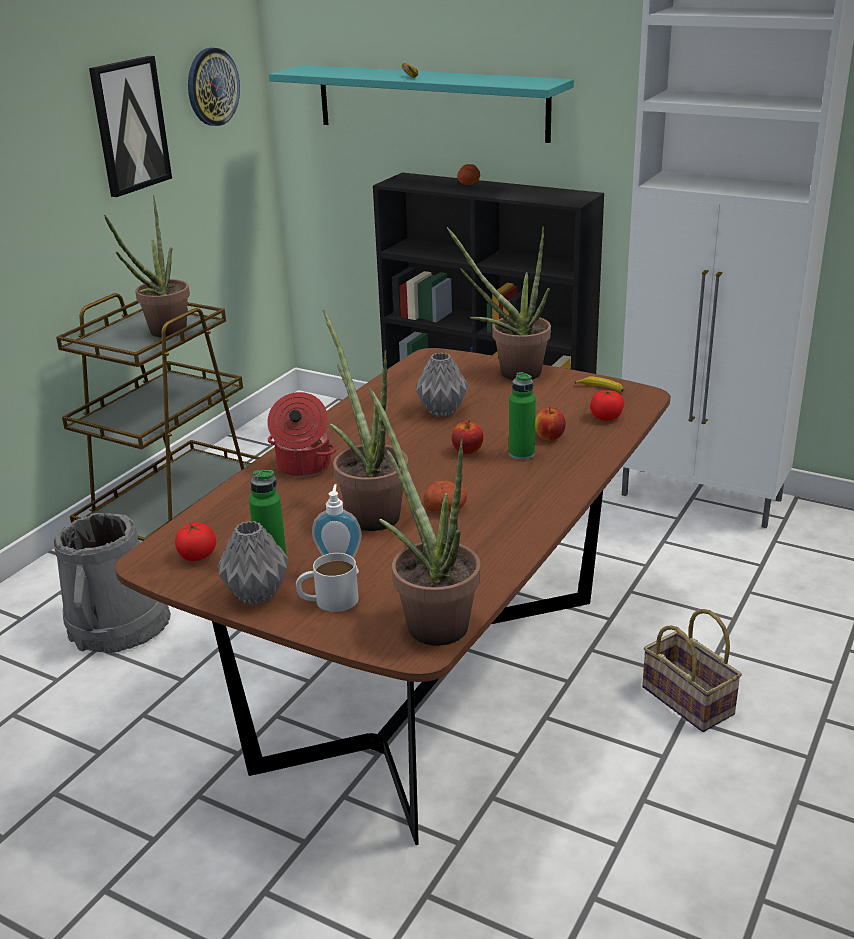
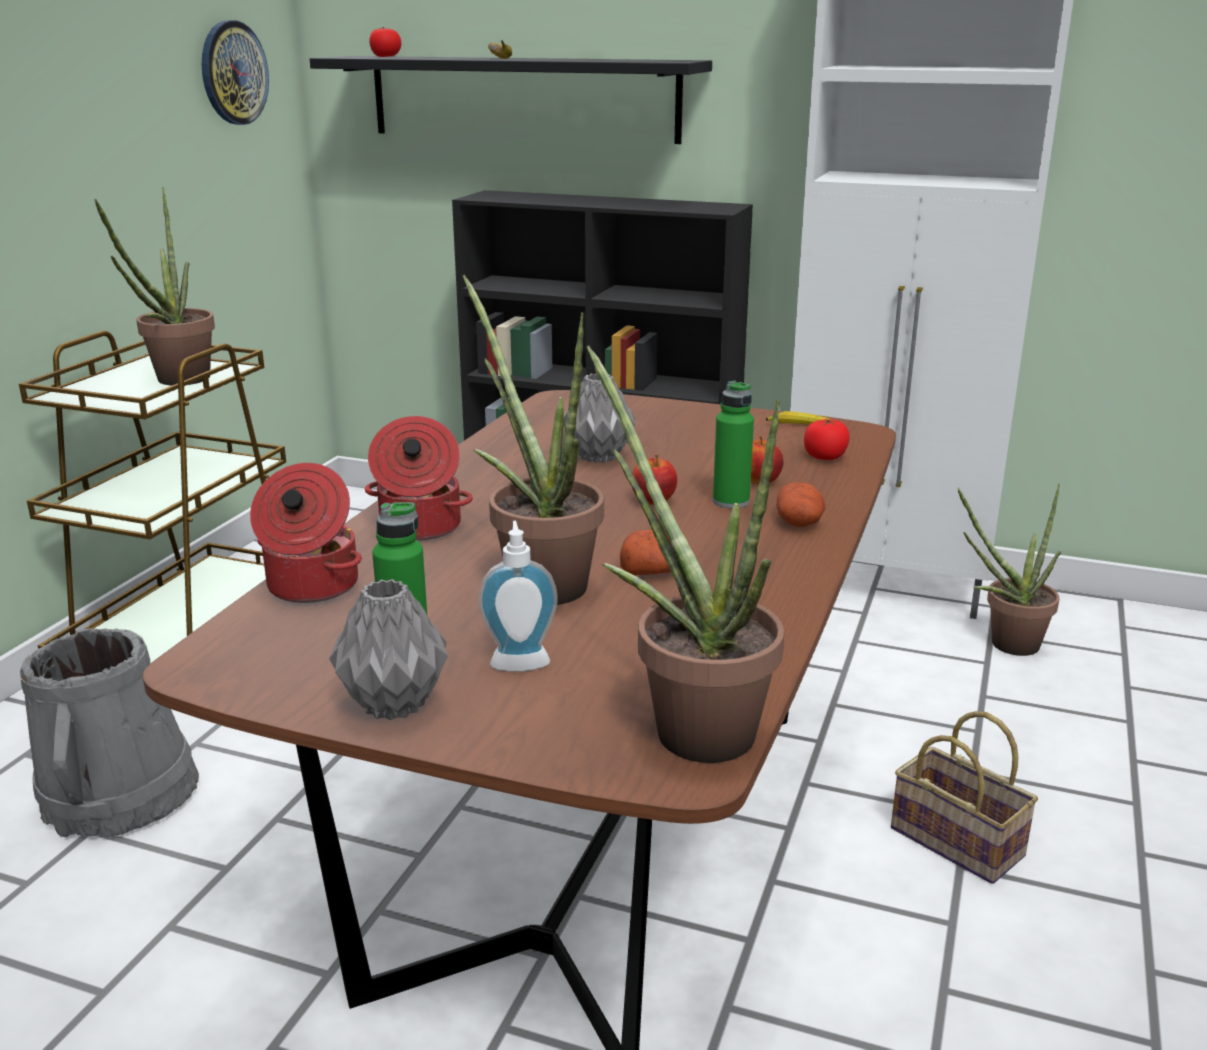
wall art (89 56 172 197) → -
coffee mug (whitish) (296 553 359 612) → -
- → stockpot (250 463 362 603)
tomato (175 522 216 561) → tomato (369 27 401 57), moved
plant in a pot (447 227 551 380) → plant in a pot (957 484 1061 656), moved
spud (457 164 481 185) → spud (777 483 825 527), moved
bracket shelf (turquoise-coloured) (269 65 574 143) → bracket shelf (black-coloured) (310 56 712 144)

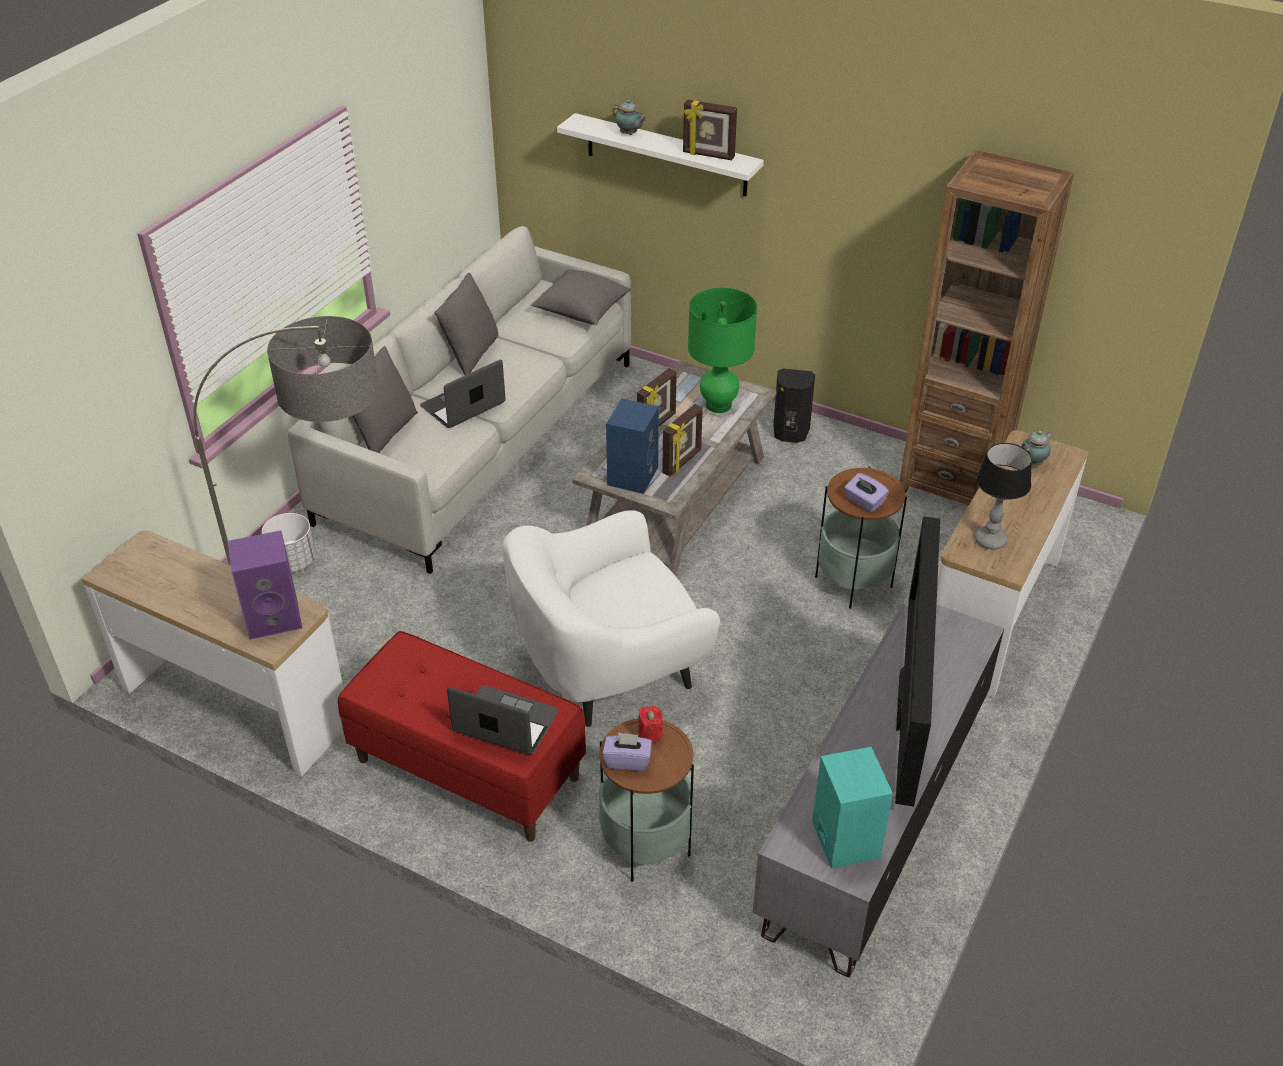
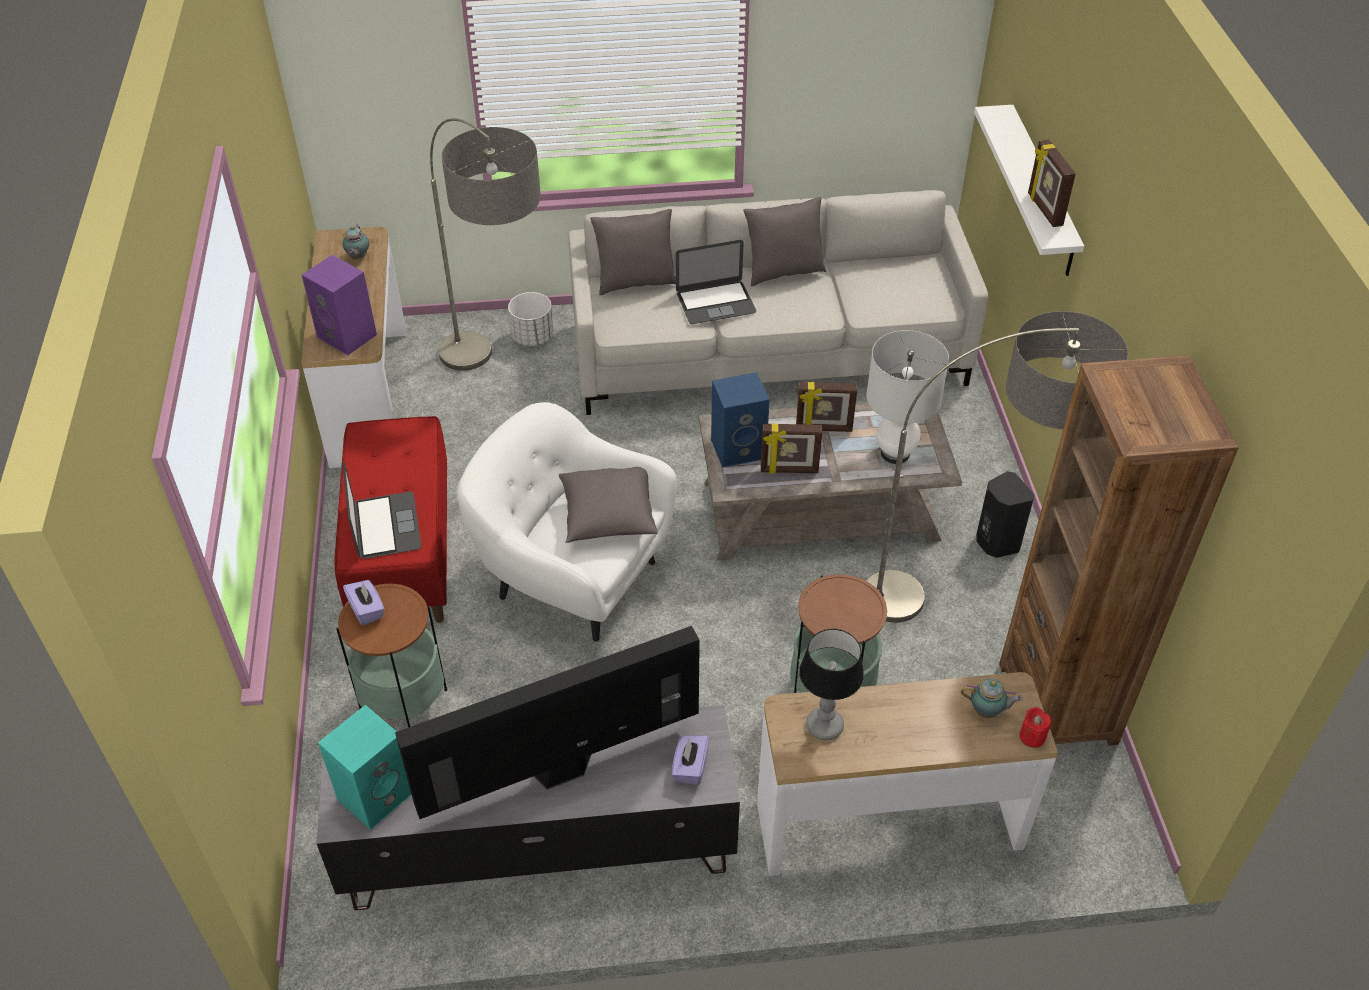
- → standing lamp (866 311 1128 623)
pillow (gray) (531 269 631 325) → pillow (gray) (559 467 658 543), moved
tea pot (612 100 647 135) → tea pot (342 224 369 259), moved
candle (reddish) (638 706 663 743) → candle (reddish) (1020 707 1052 748), moved
tissue box (purple) (844 473 889 512) → tissue box (purple) (672 735 709 785), moved
table lamp (green-coloured) (688 287 757 413) → table lamp (whitish) (866 330 949 464)
laptop (420 360 506 428) → laptop (676 240 756 324), 150 degrees clockwise

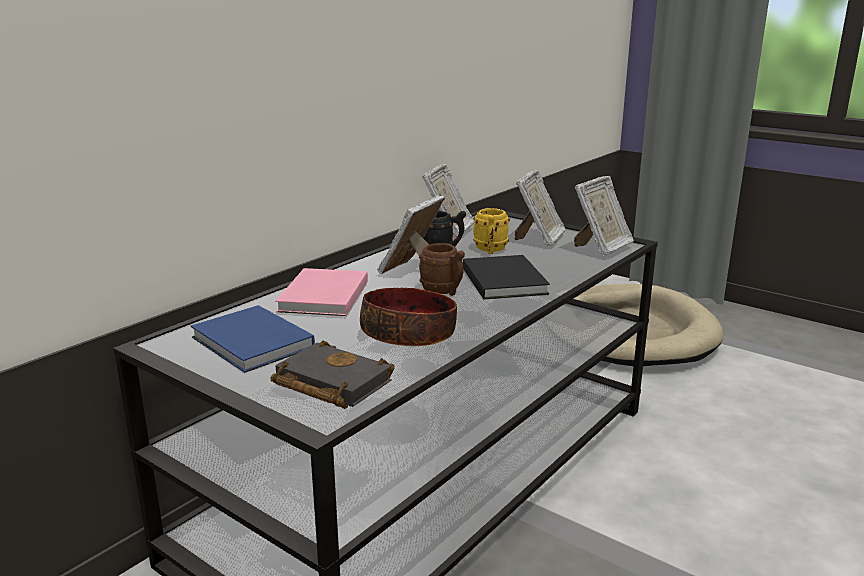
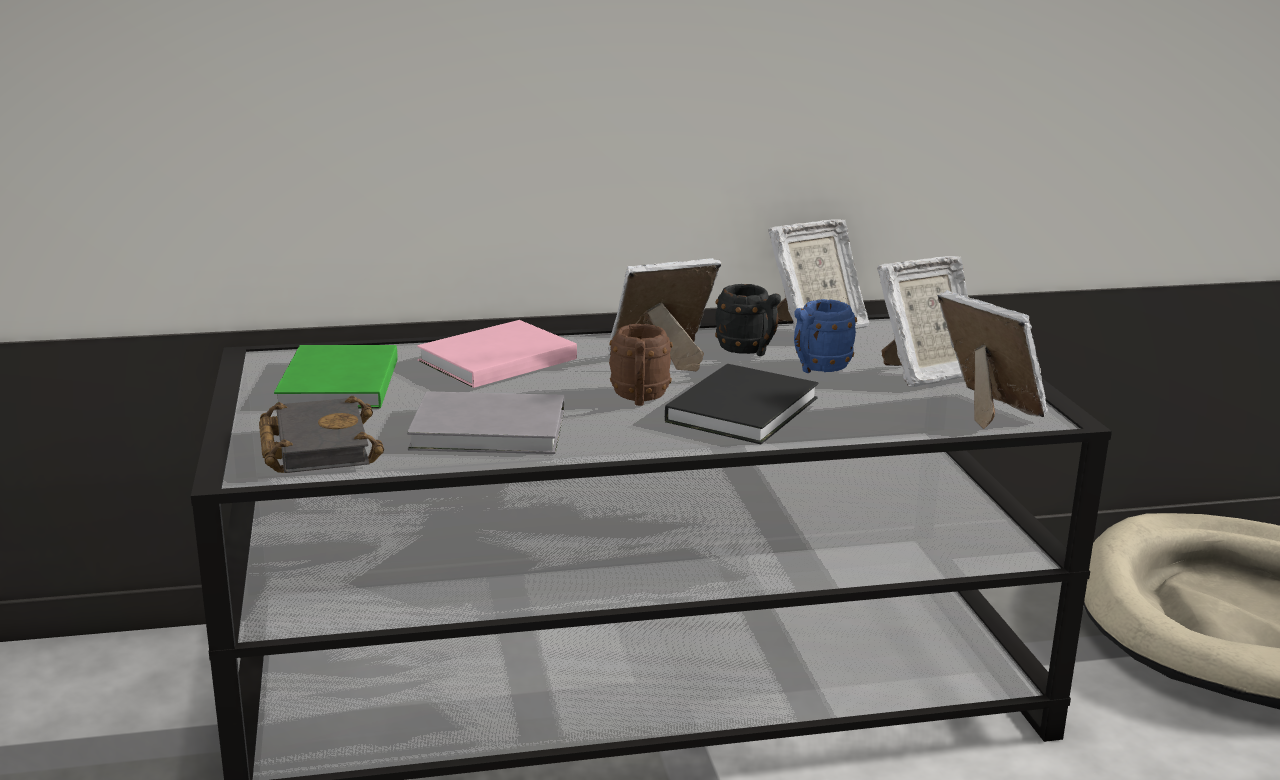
serving bowl (360 288 457 346) → bound book (gray) (407 391 564 454)
bound book (bluish) (191 305 315 373) → bound book (green-coloured) (274 345 397 409)
coffee mug (yellow) (473 208 510 254) → coffee mug (bluish) (794 299 857 373)
picture frame (574 176 634 256) → picture frame (937 290 1048 429), 120 degrees counterclockwise

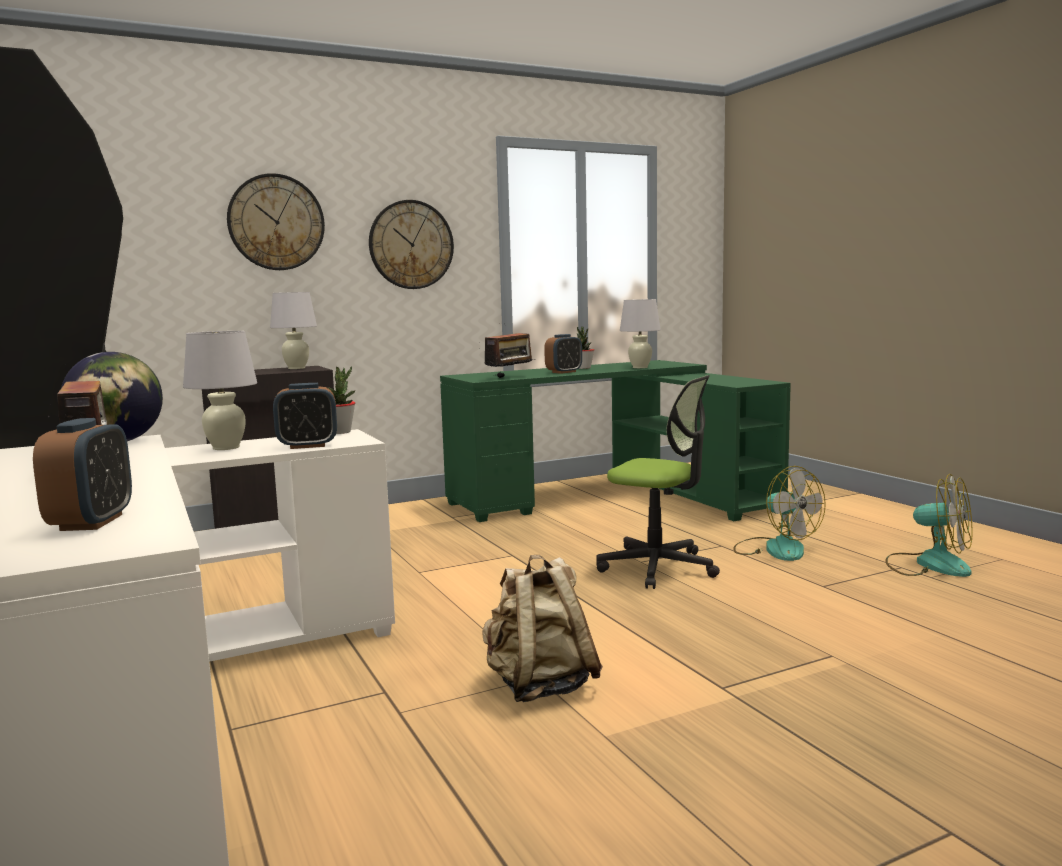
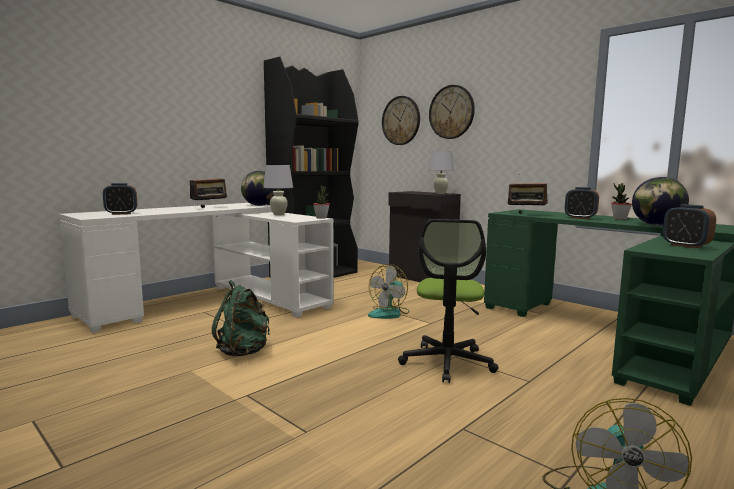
alarm clock (273 383 337 449) → alarm clock (663 204 716 248), moved
hanging clock (369 200 454 289) → hanging clock (382 96 420 145), moved
electric fan (733 466 826 561) → electric fan (368 264 409 319), moved
table lamp (whitish) (620 299 661 368) → world globe (632 177 689 226)
backpack (beige) (482 555 603 702) → backpack (green-coloured) (212 280 270 356)

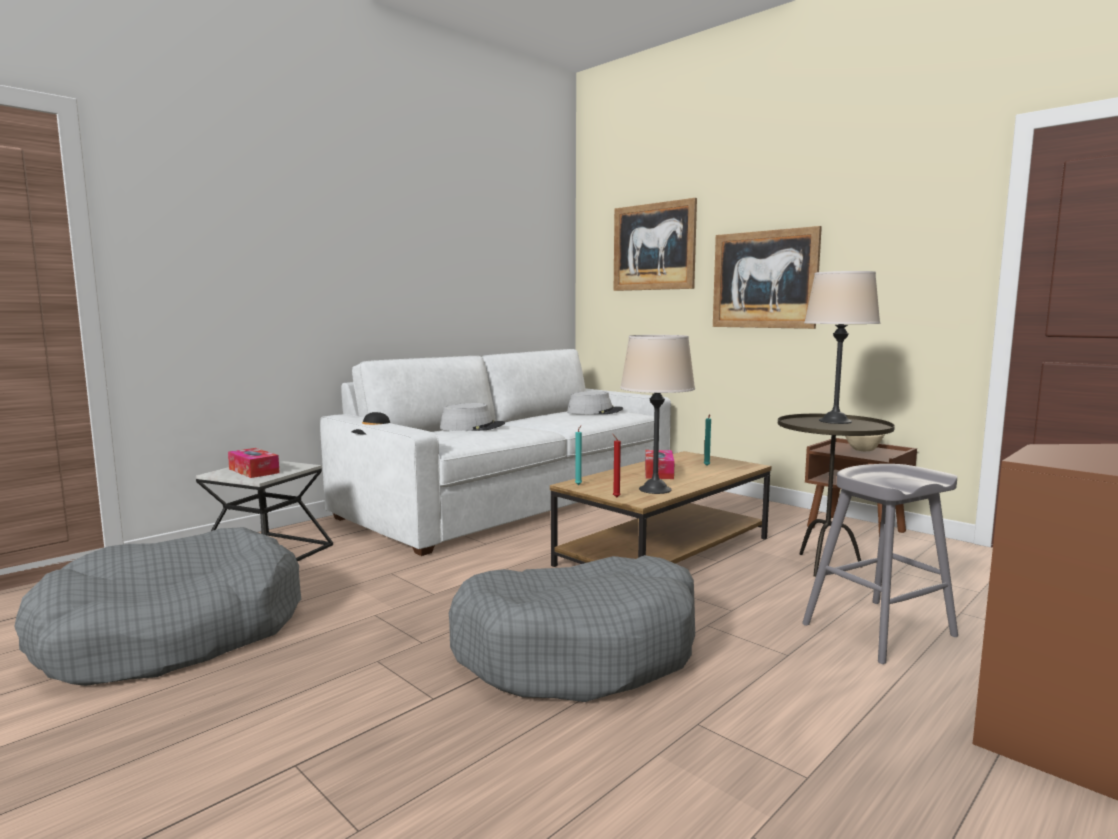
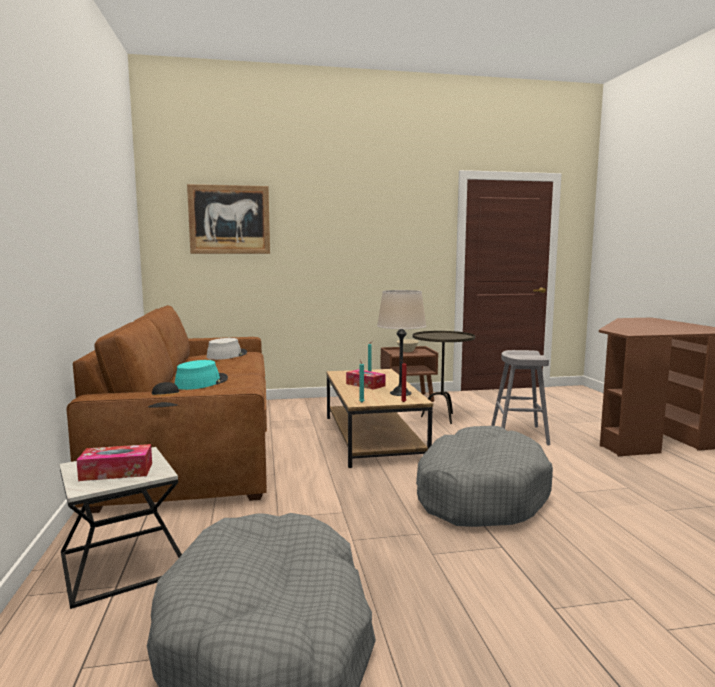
wall art (713 226 822 329) → -
table lamp (beige) (804 271 880 424) → -
sofa (whitish) (320 349 671 556) → sofa (brownish) (67 305 267 513)
hat (gray) (440 403 505 431) → hat (turquoise-coloured) (175 360 228 390)

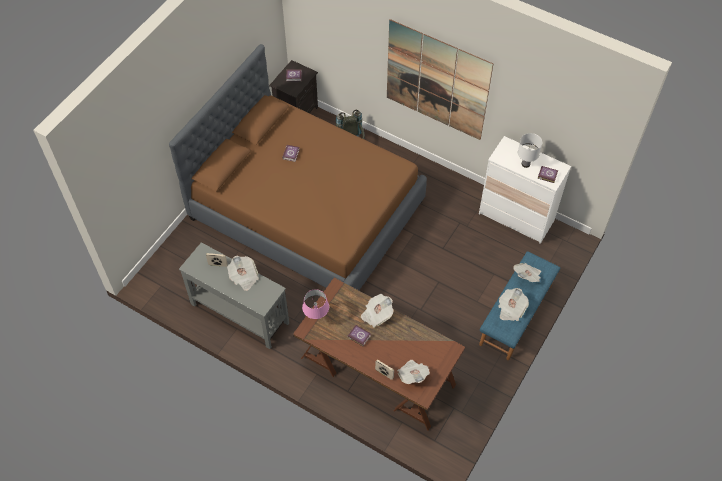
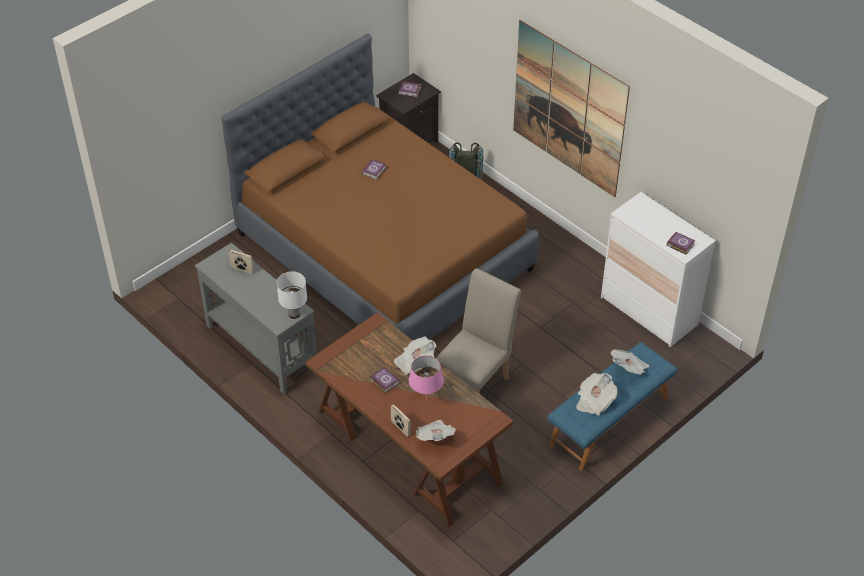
newspaper (227 256 259 291) → -
- → chair (beige) (436 268 521 394)
table lamp (pinkish) (302 289 329 319) → table lamp (pinkish) (409 355 444 400), moved
table lamp (whitish) (518 133 542 168) → table lamp (whitish) (276 271 307 319), moved

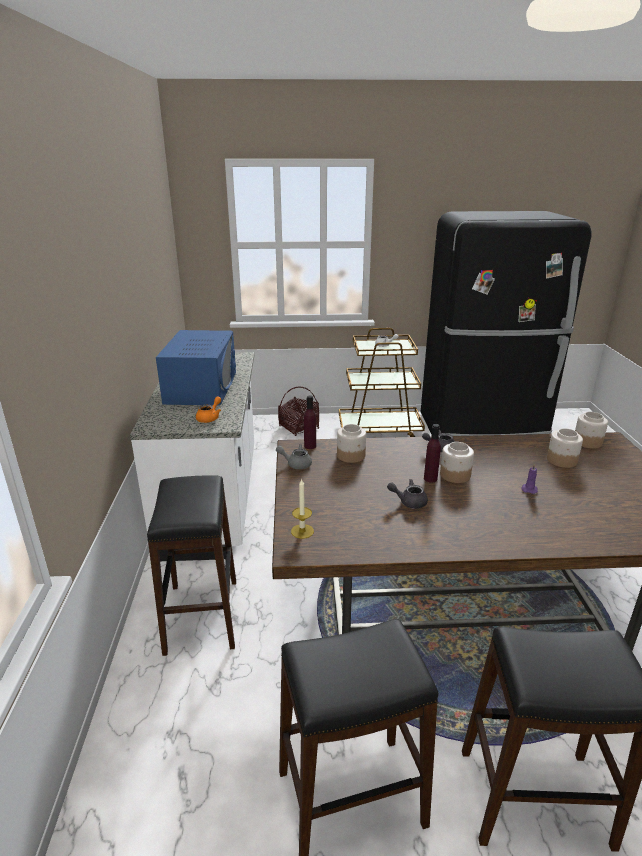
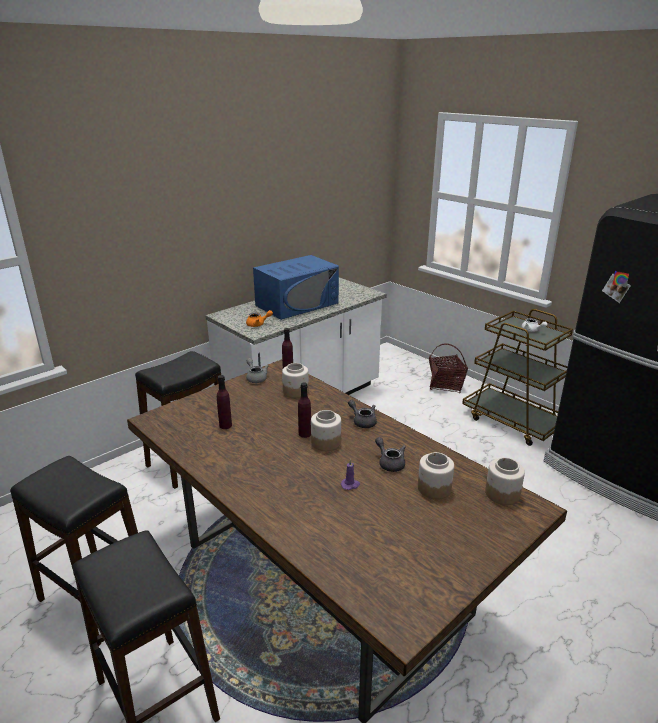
candle (291 478 314 539) → -
- → drink bottle (purple) (217 375 232 429)
tea pot (gray) (387 479 428 508) → tea pot (gray) (375 437 406 472), moved

